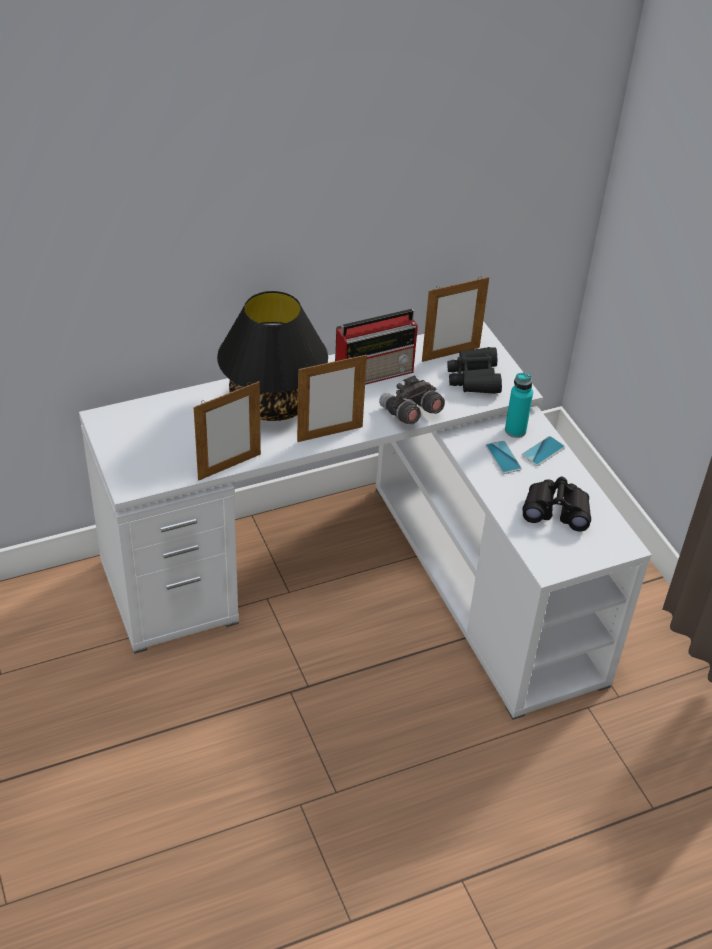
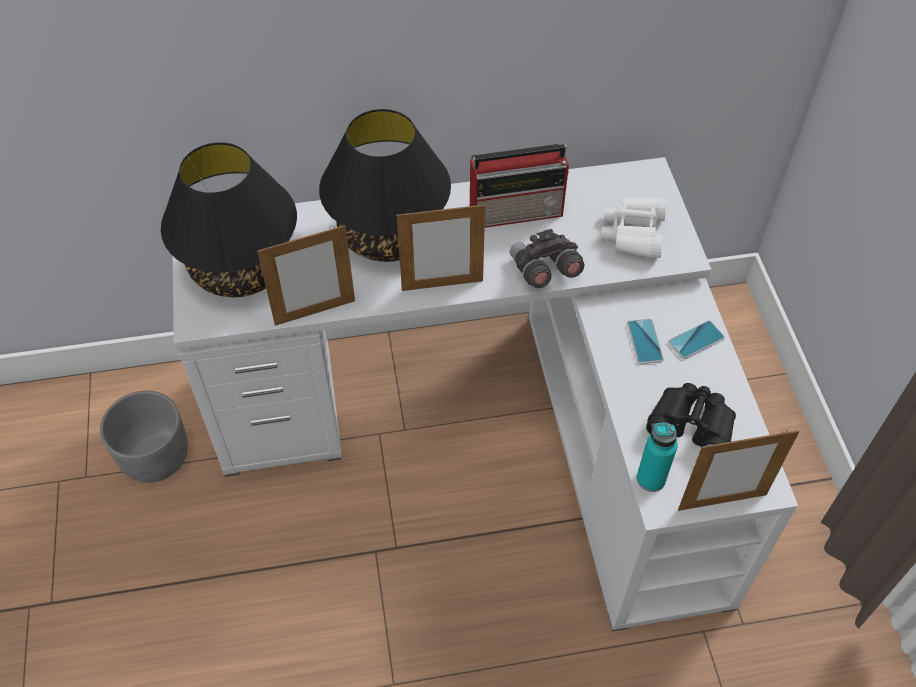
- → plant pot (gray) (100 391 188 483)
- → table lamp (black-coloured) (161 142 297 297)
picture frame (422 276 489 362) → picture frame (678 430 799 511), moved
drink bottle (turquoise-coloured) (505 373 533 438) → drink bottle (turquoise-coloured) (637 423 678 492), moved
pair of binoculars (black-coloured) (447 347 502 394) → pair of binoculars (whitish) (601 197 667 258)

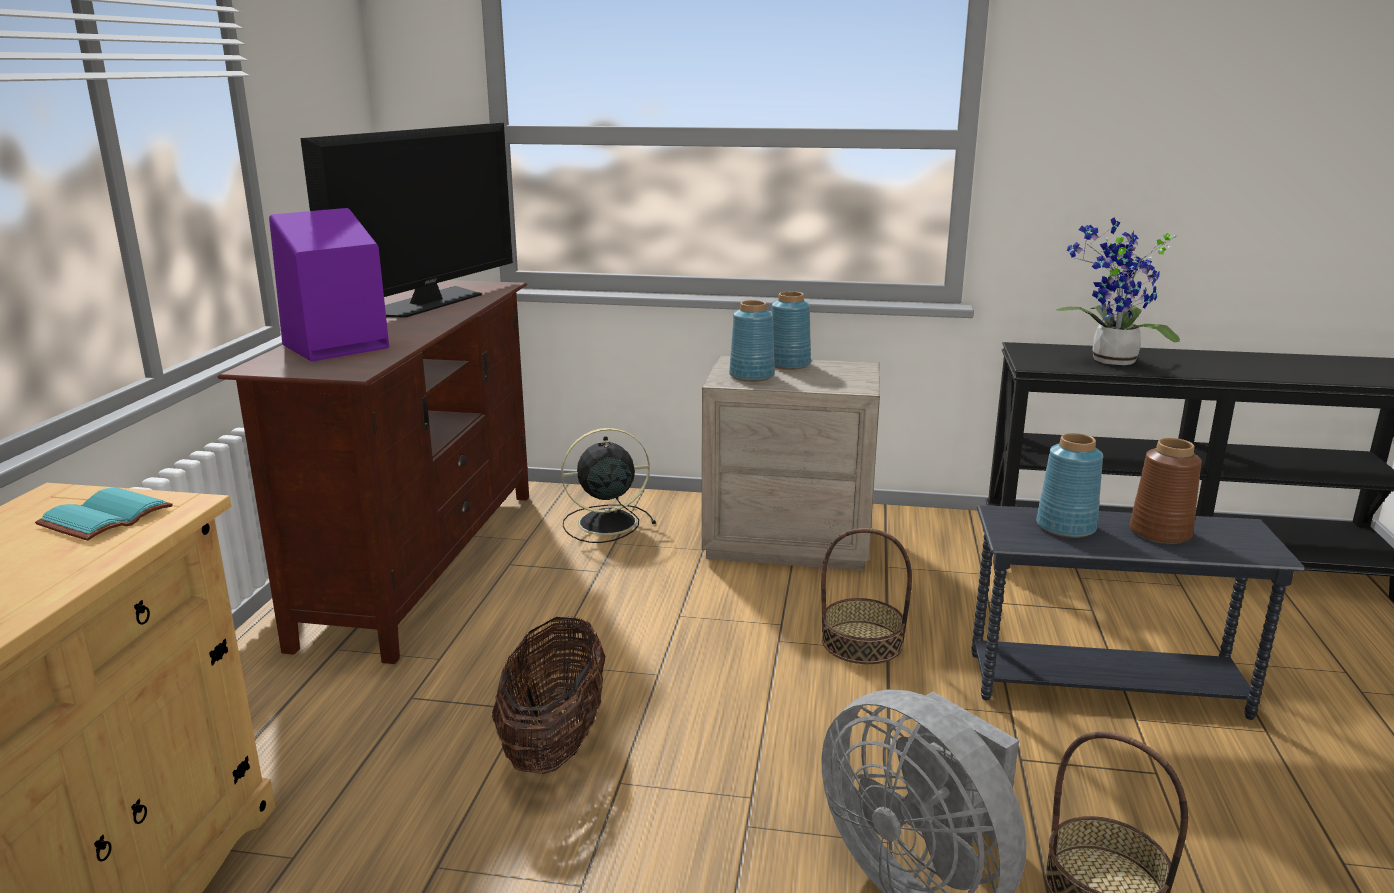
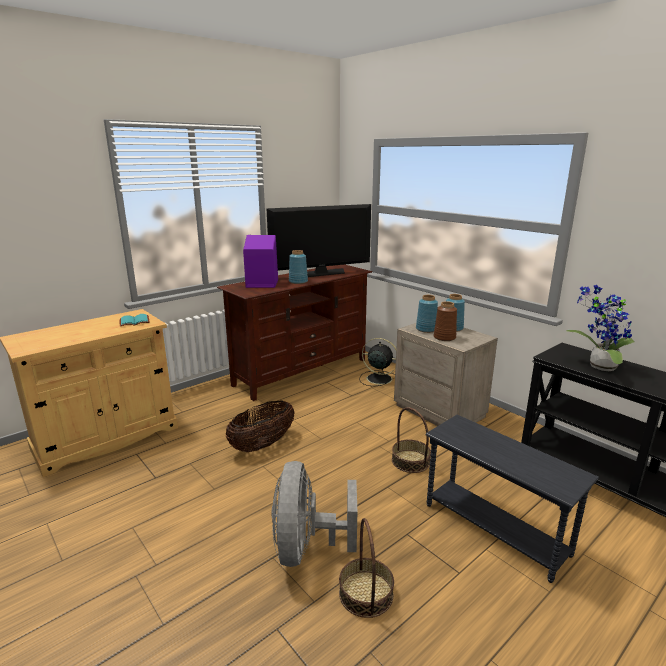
decorative vase (bluish) (1036 433 1103 538) → decorative vase (bluish) (289 250 308 284), moved
decorative vase (brownish) (1130 438 1202 544) → decorative vase (brownish) (434 301 457 341), moved

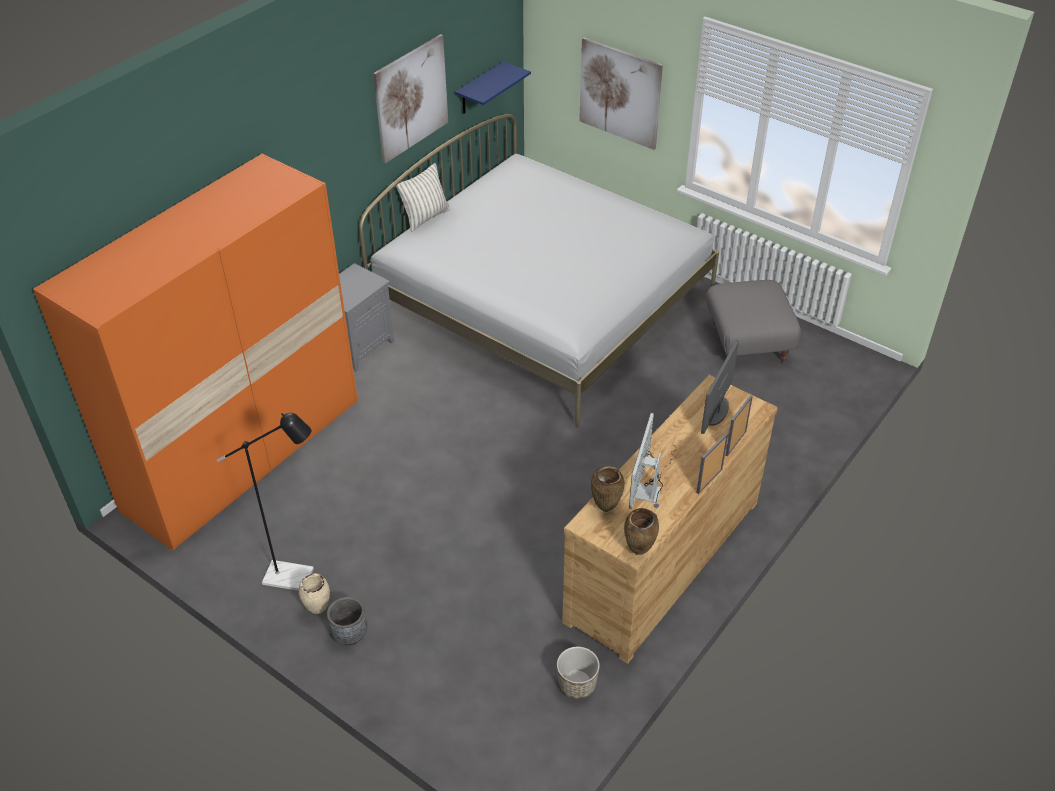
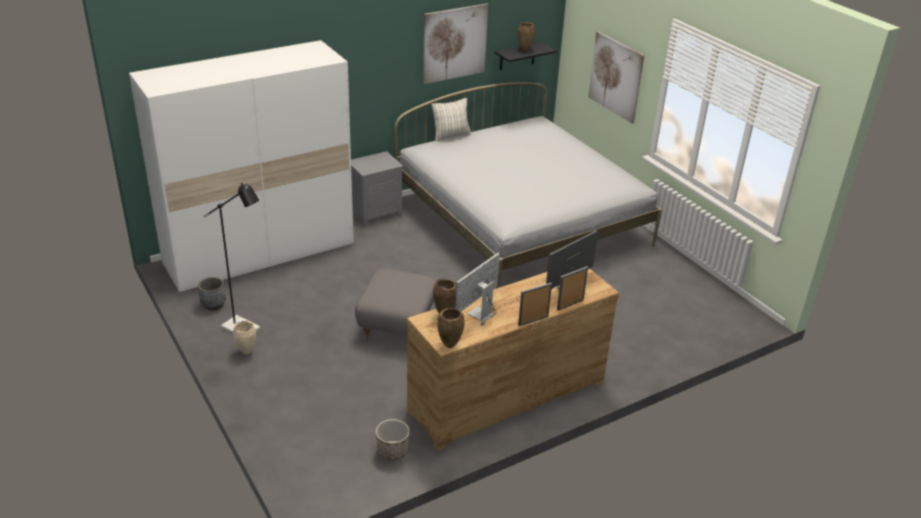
- → decorative vase (brownish) (517 22 535 52)
plant pot (gray) (327 597 367 645) → plant pot (gray) (198 277 226 311), moved
ottoman (gray) (706 280 801 364) → ottoman (gray) (355 269 436 341), moved
clothes cupboard (orangey) (33 154 358 550) → clothes cupboard (whitish) (129 40 354 292)
bracket shelf (bluish) (455 61 531 113) → bracket shelf (black-coloured) (494 42 557 70)

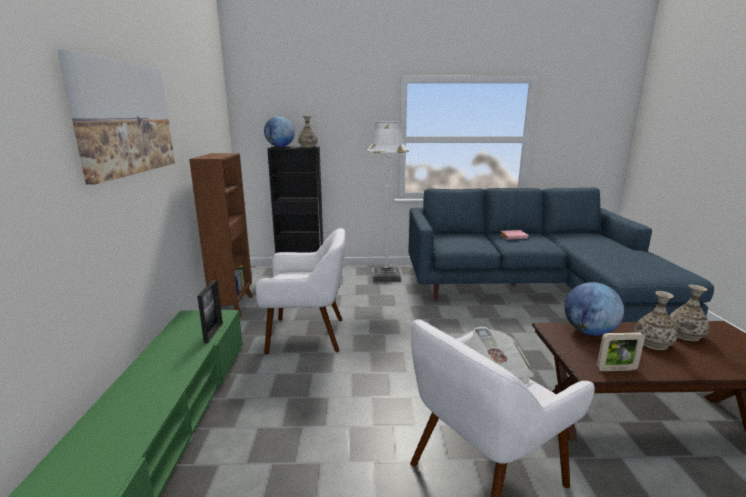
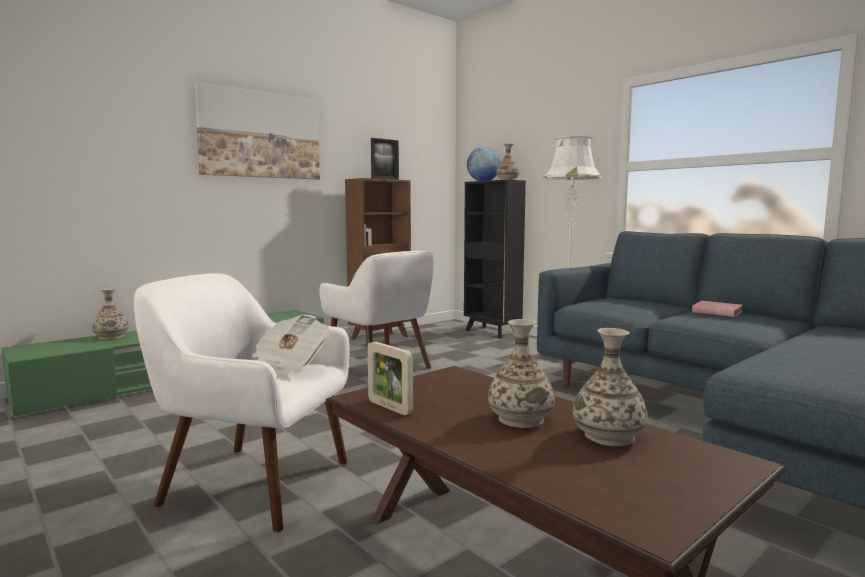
world globe (564 282 624 336) → -
- → decorative vase (92 289 129 340)
picture frame (197 280 223 343) → picture frame (371 138 399 180), moved

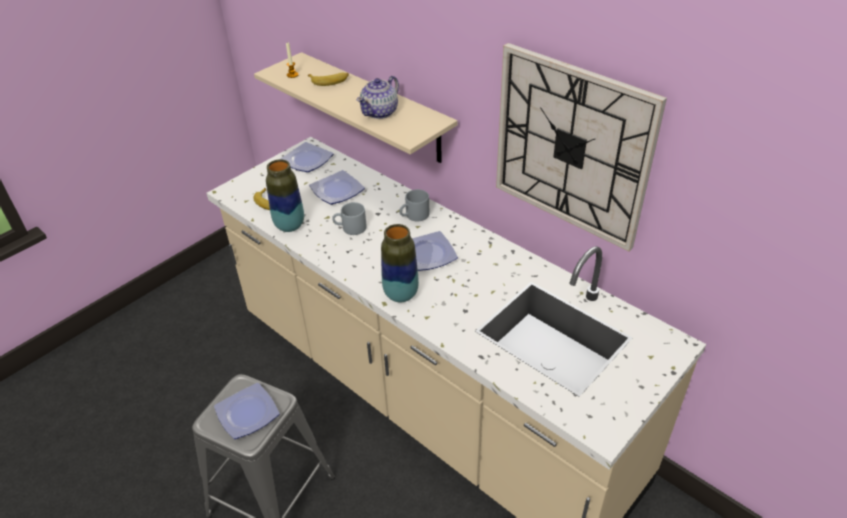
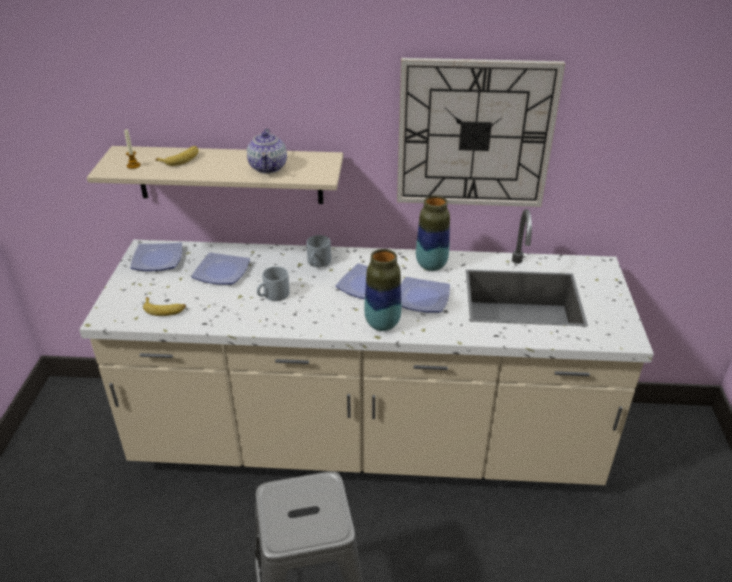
dinner plate (214 383 280 439) → dinner plate (401 277 450 312), moved
decorative vase (266 159 304 232) → decorative vase (416 195 450 271), moved

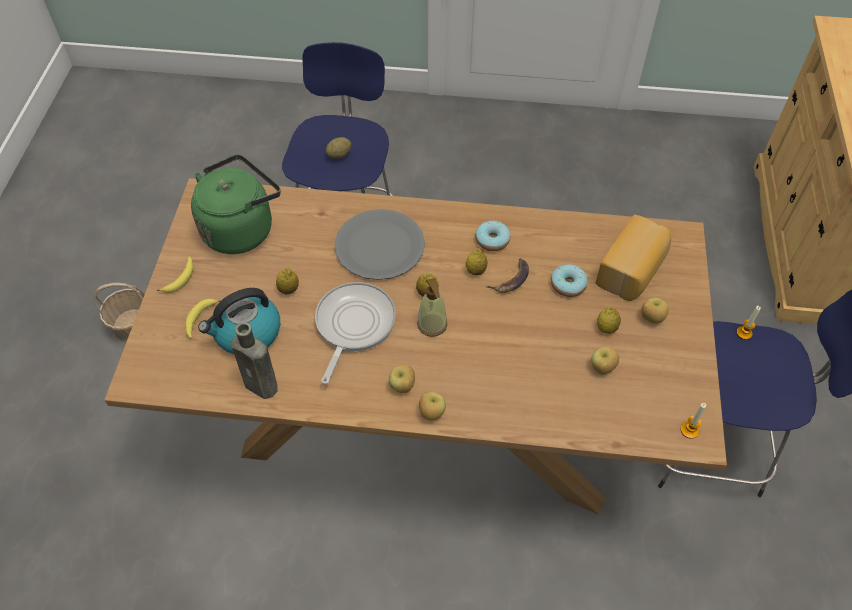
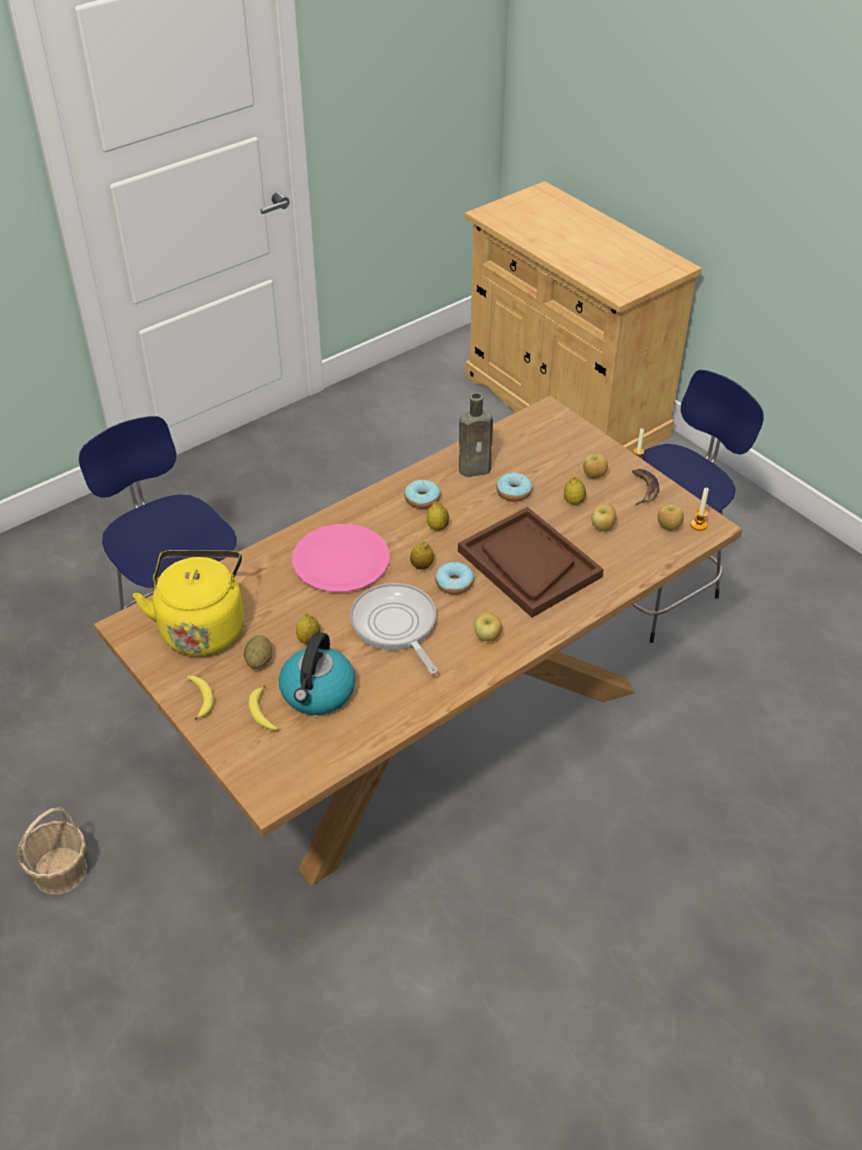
bread (595 215 671 301) → -
- → carrying tray (brownish) (458 507 604 618)
drink bottle (brownish) (232 322 278 399) → drink bottle (brownish) (459 392 493 477), moved
spud (326 137 351 159) → spud (243 635 272 669), moved
whole apple (419 392 446 421) → whole apple (658 505 684 531), moved
whole banana (485 258 529 293) → whole banana (632 469 659 505), moved
liquid soap bottle (417 278 447 337) → donut (435 562 474 595)
water kettle (green-coloured) (191 154 281 254) → water kettle (yellow) (133 550 244 656)
dinner plate (gray) (334 209 425 280) → dinner plate (pinkish) (292 524 390 592)

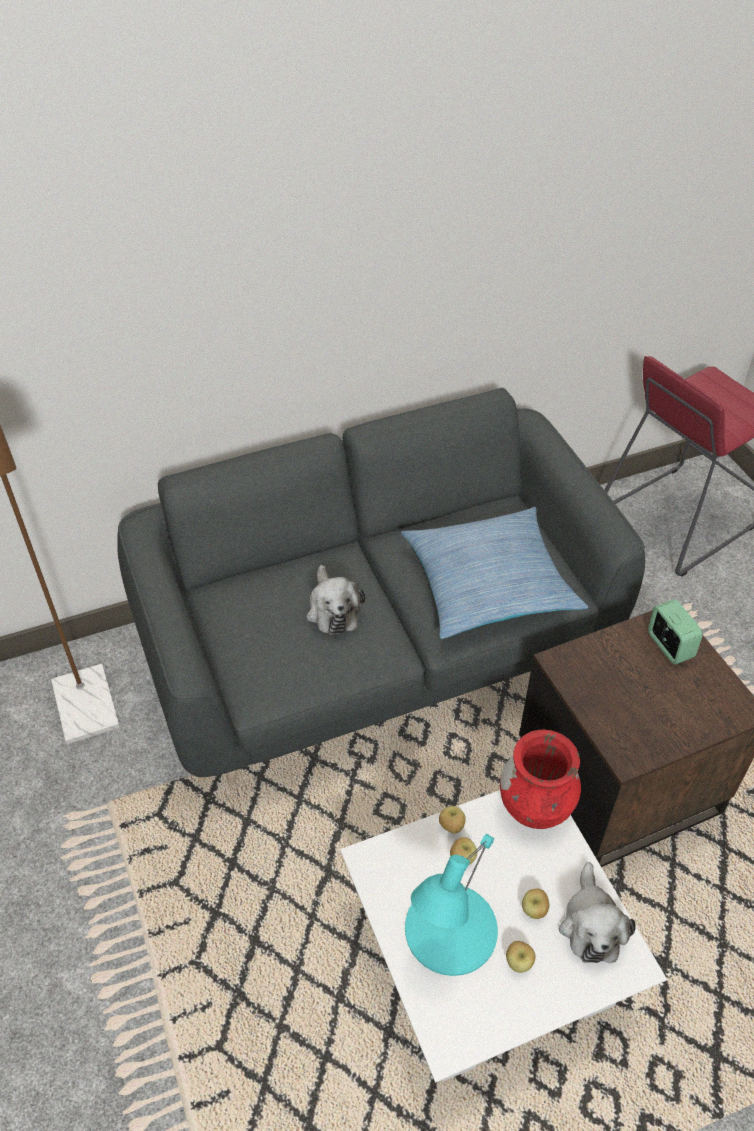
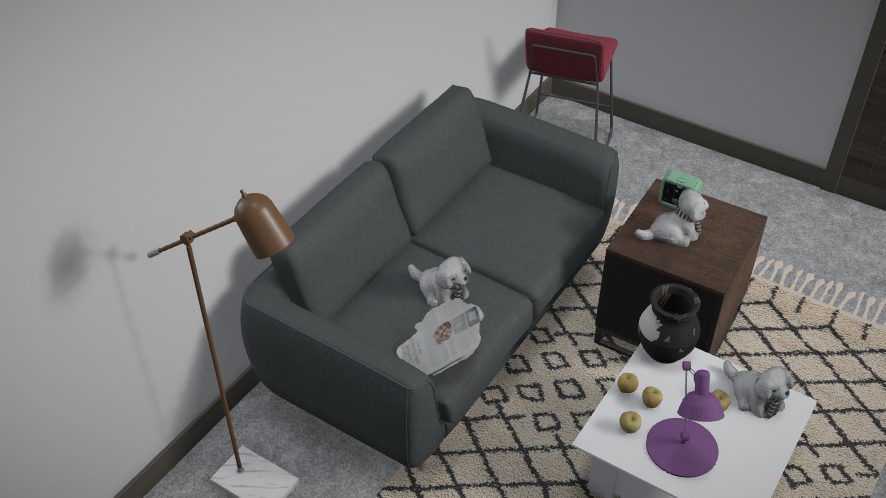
pillow (401 507 588 639) → -
- → newspaper (397 298 484 376)
- → plush toy (635 188 709 247)
whole apple (506 941 536 973) → whole apple (620 411 641 434), moved
table lamp (turquoise-coloured) (405 834 498 976) → table lamp (purple) (646 361 725 478)
decorative vase (reddish) (500 730 581 829) → decorative vase (black-coloured) (638 283 701 364)

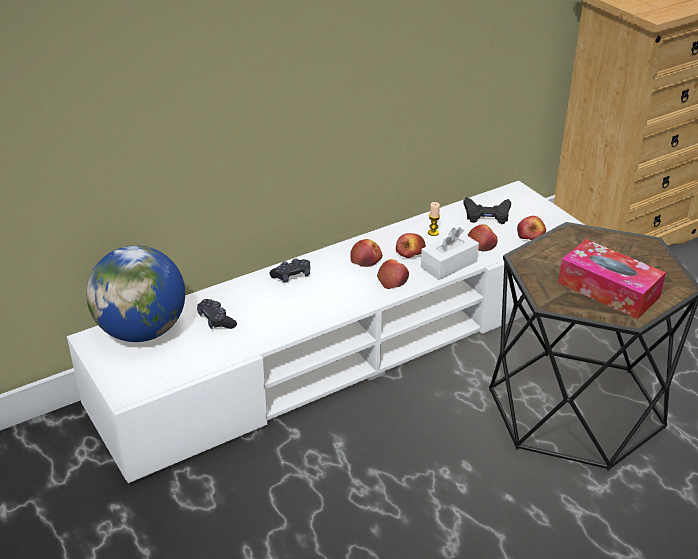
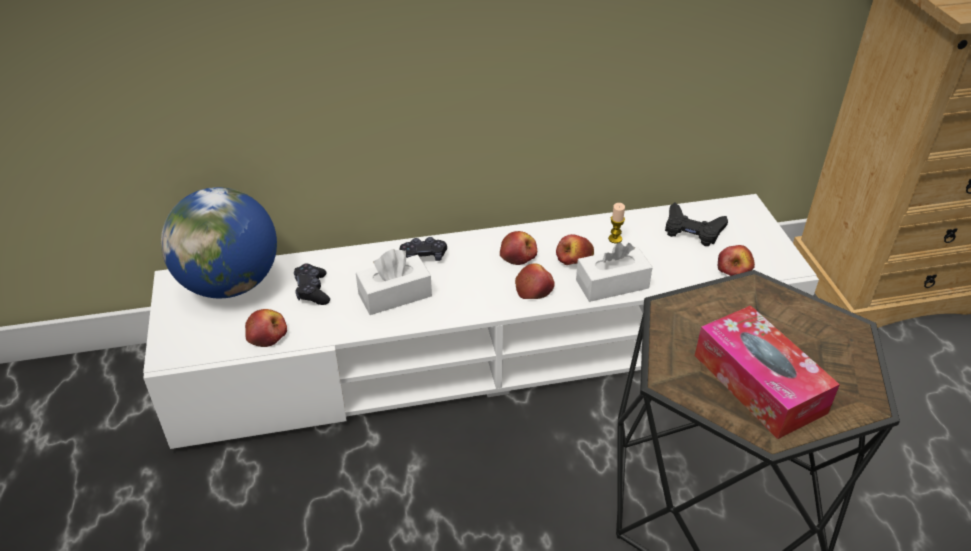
- → tissue box (whitish) (356 249 432 315)
whole apple (467 224 498 251) → whole apple (245 309 287 347), moved

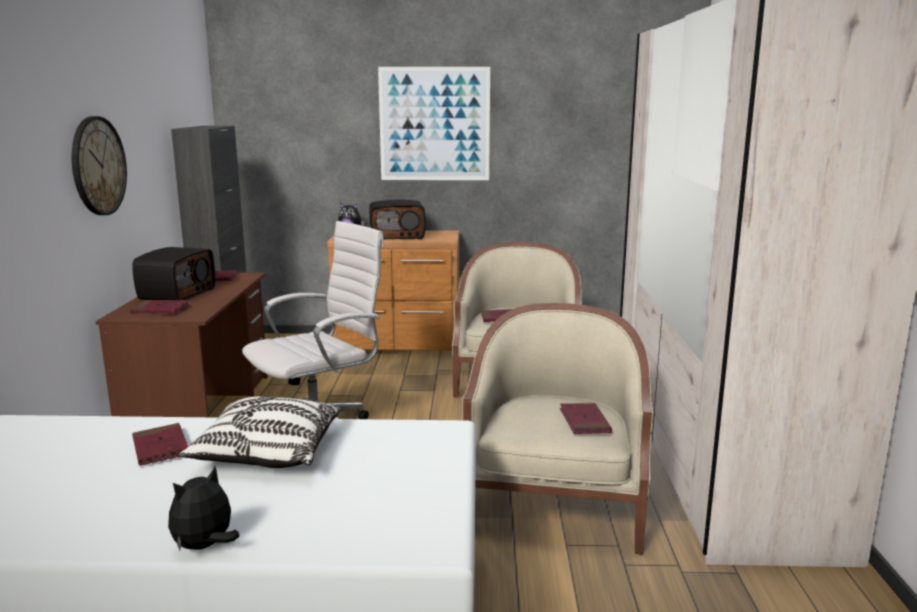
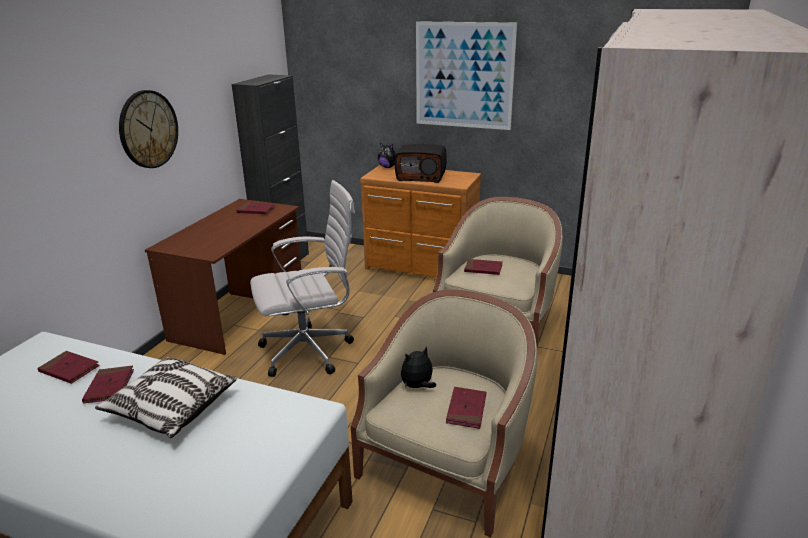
radio set (132 247 215 300) → -
bound book (reddish) (130 300 190 314) → bound book (reddish) (37 351 100 384), moved
plush toy (168 466 239 551) → plush toy (401 346 436 388), moved

